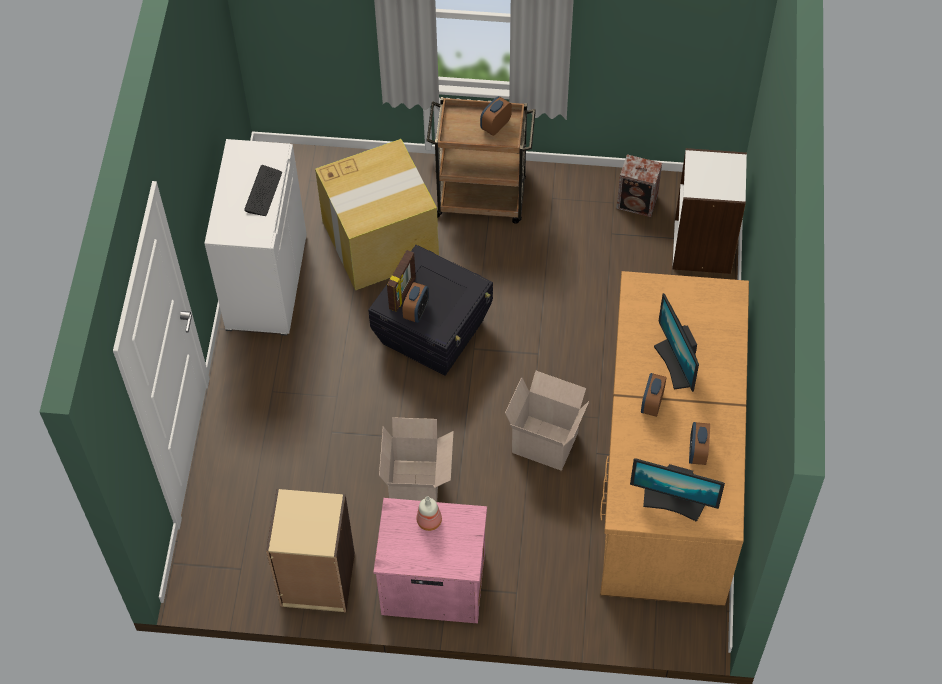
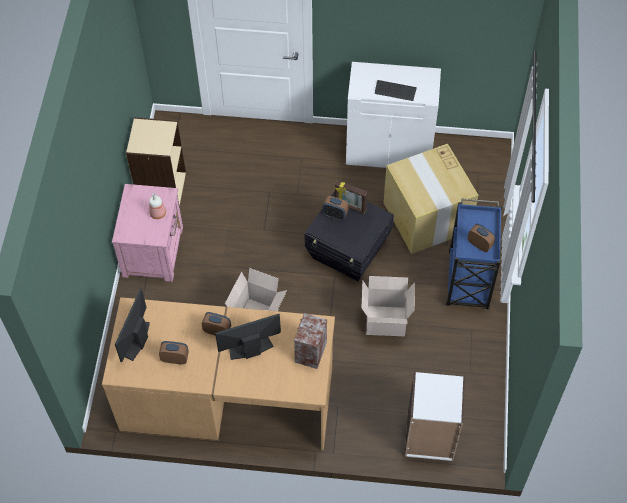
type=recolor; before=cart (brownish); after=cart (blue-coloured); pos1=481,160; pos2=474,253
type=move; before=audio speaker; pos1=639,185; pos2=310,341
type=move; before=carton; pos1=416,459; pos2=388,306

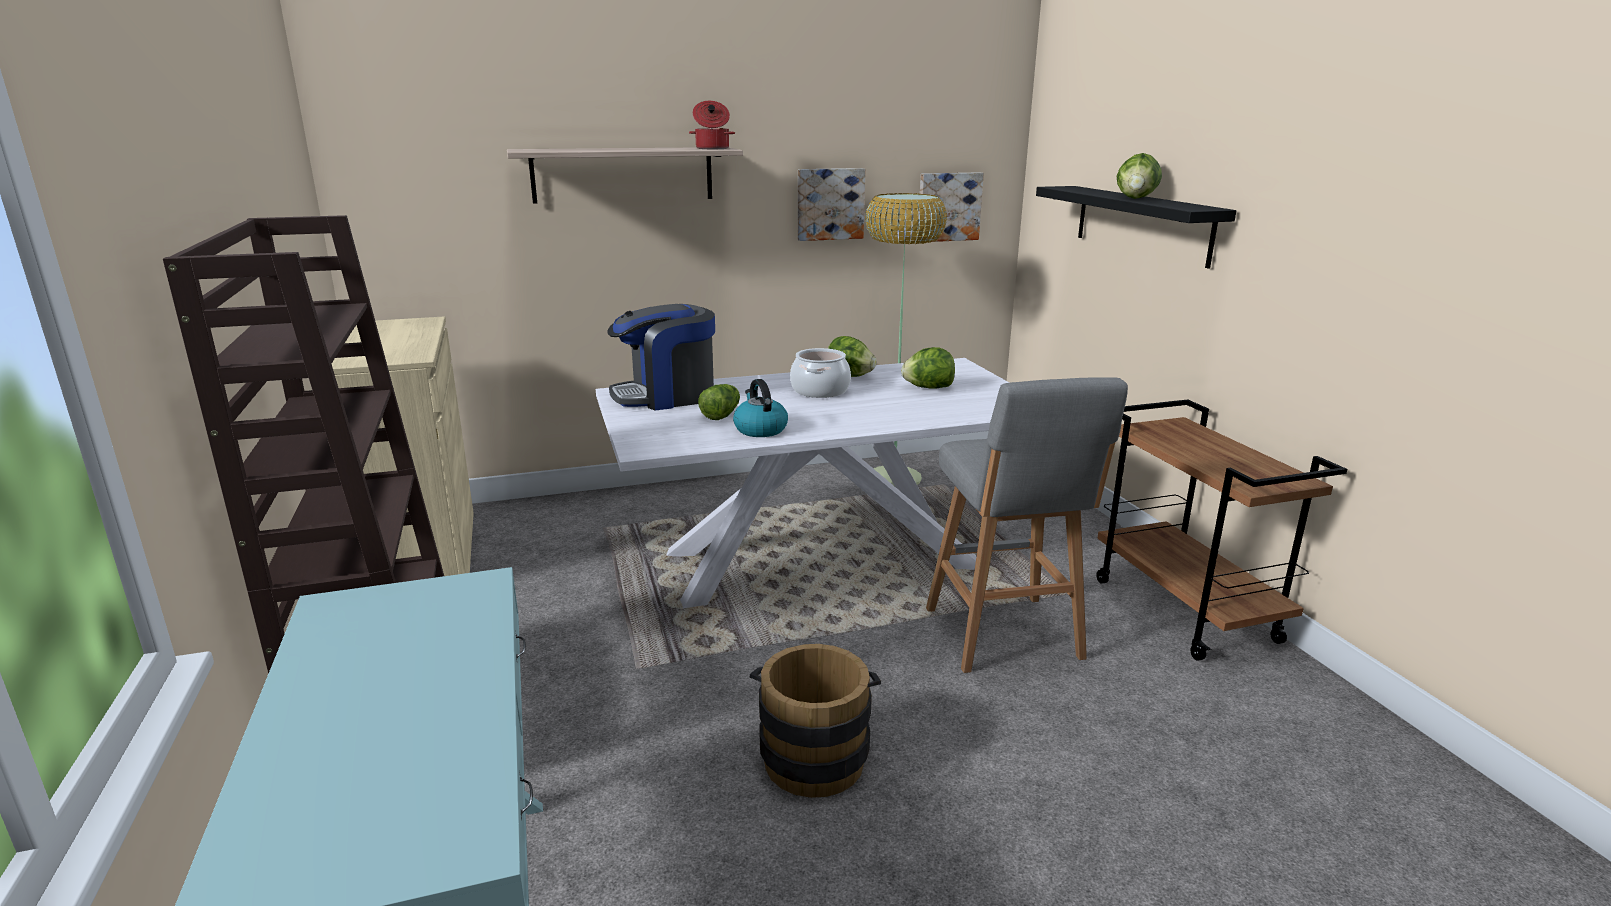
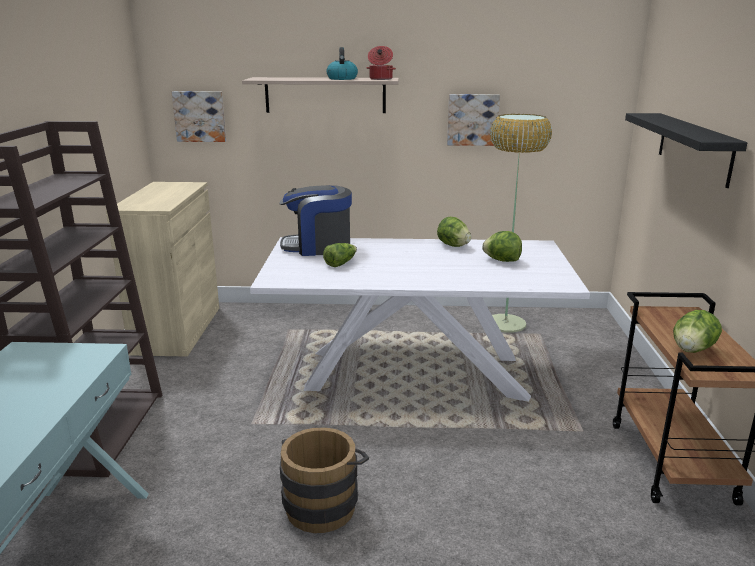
type=move; before=head of lettuce; pos1=1139,176; pos2=697,331
type=move; before=picture; pos1=951,207; pos2=199,116
type=delete; before=saucepot; pos1=820,373
type=delete; before=stool seat (grey); pos1=1027,525
type=move; before=water kettle; pos1=760,408; pos2=342,63

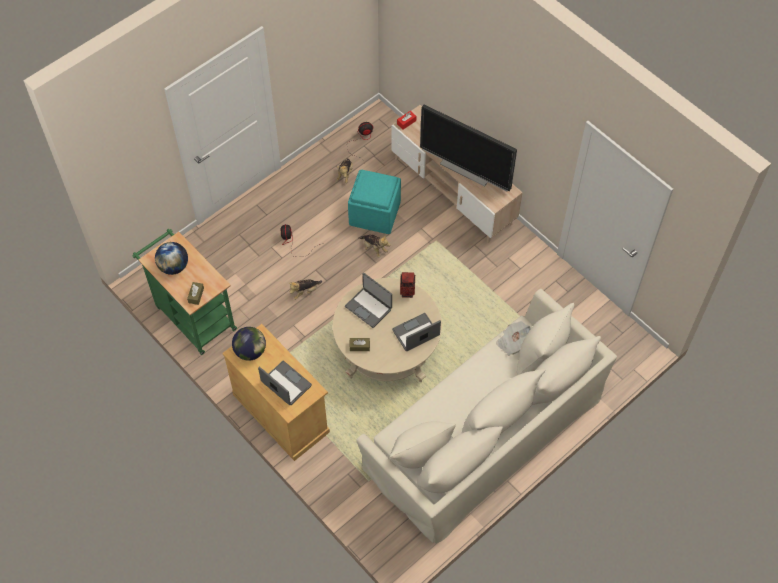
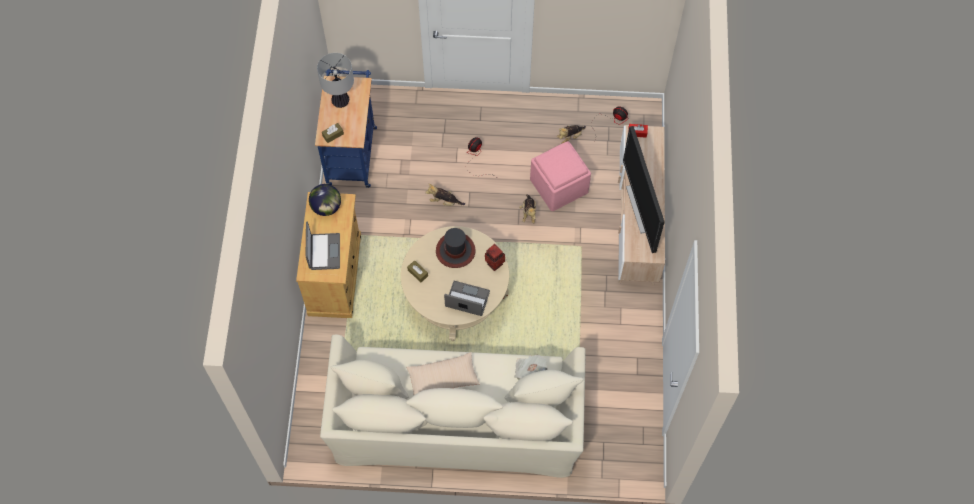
type=recolor; before=footrest (turquoise-coloured); after=footrest (pink); pos1=374,202; pos2=560,176
type=recolor; before=cart (green); after=cart (blue-coloured); pos1=185,292; pos2=346,128
type=replace; before=world globe; after=lamp for a table; pos1=171,258; pos2=335,80
type=replace; before=laptop; after=clothing hat; pos1=368,300; pos2=456,248
type=insert; after=throw pillow (beige-coloured); pos2=443,373

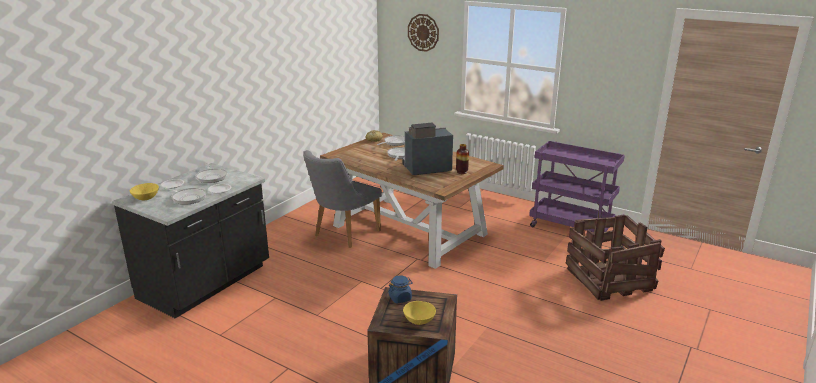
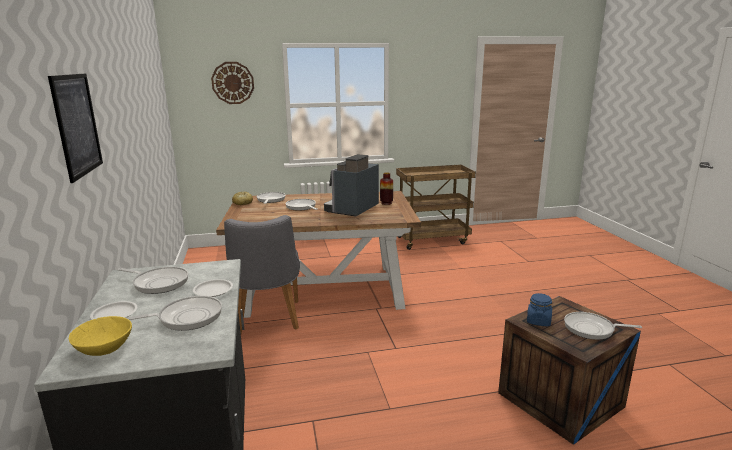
type=recolor; before=cart (purple-coloured); after=cart (brownish); pos1=577,186; pos2=436,207
type=delete; before=shipping crate; pos1=615,258
type=replace; before=bowl (yellowish); after=pan; pos1=419,313; pos2=603,326
type=insert; after=picture; pos2=75,128

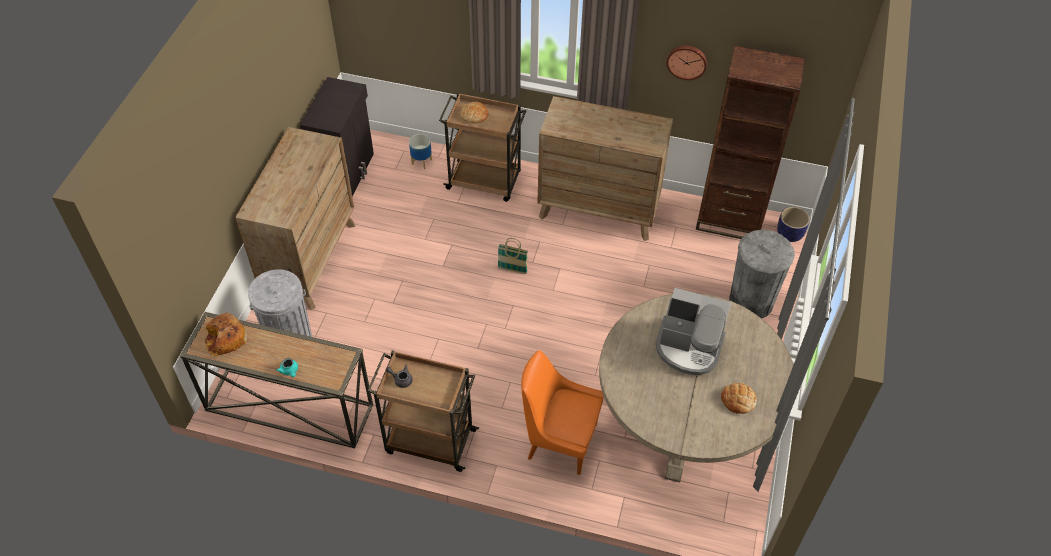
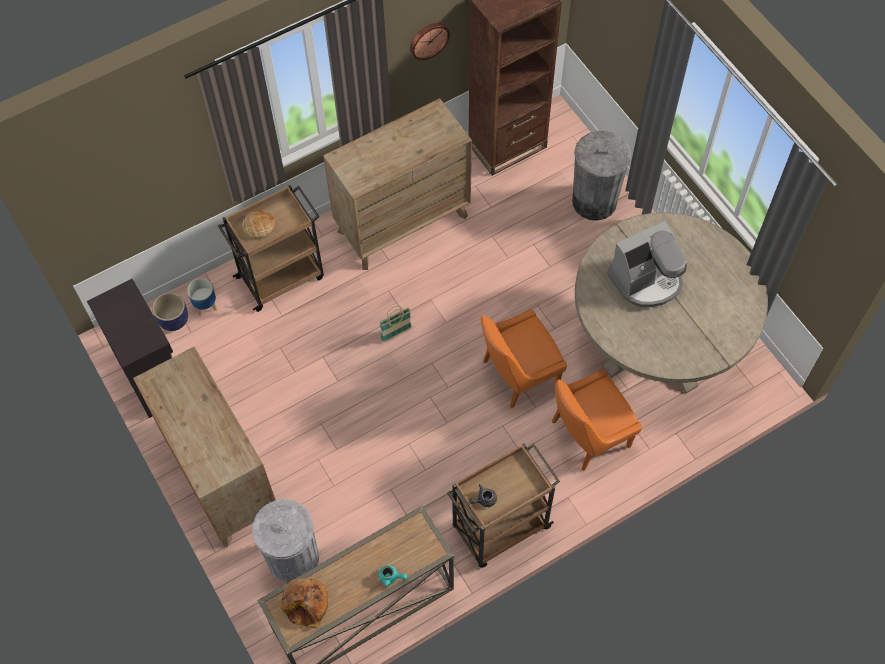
type=move; before=plant pot; pos1=793,224; pos2=170,311
type=delete; before=bread; pos1=739,398
type=insert; after=chair (orangey); pos2=524,359

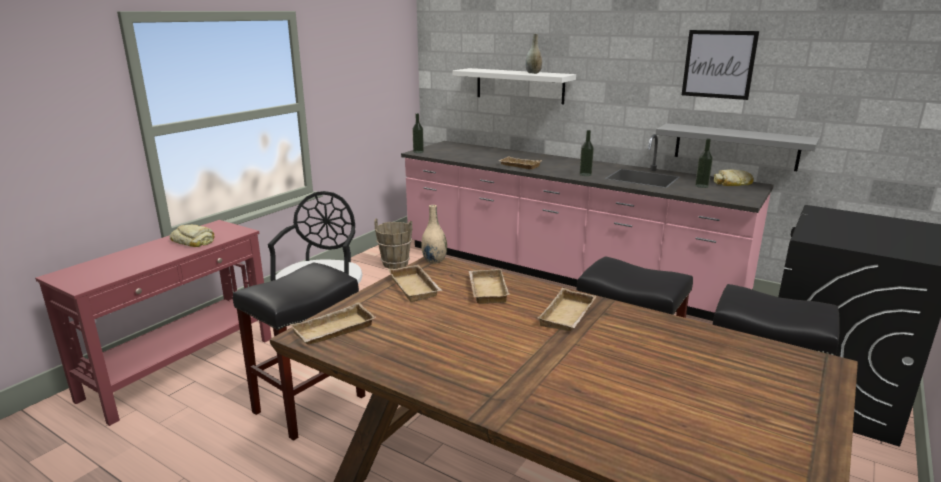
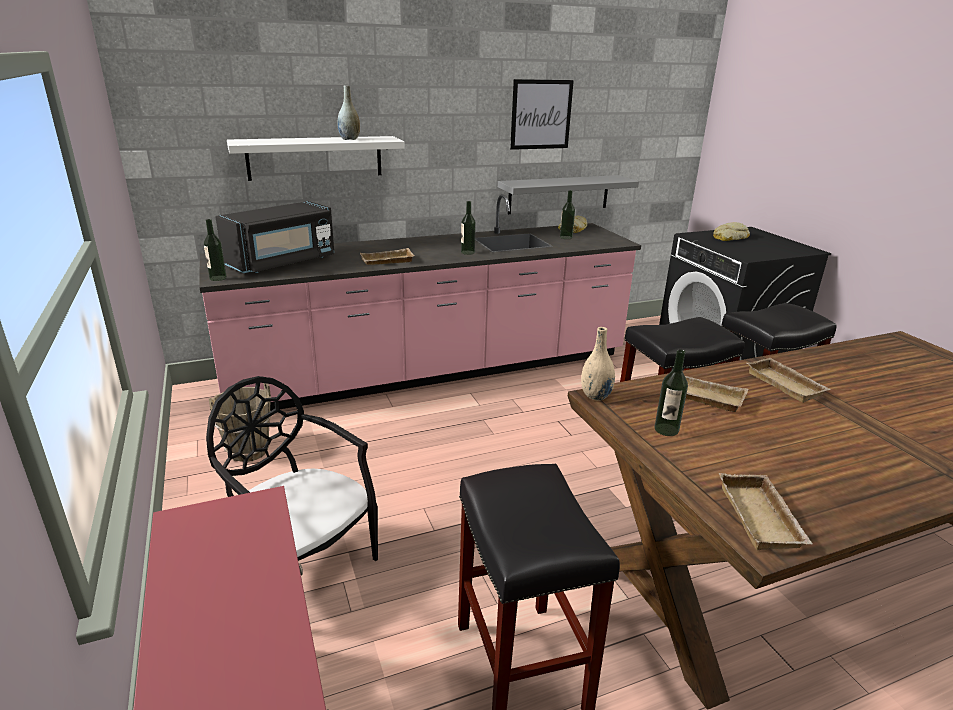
type=move; before=bread; pos1=192,236; pos2=731,231
type=replace; before=carrying tray (beige-coloured); after=drink bottle; pos1=415,283; pos2=671,392
type=insert; after=kitchen microwave (black-coloured); pos2=274,237

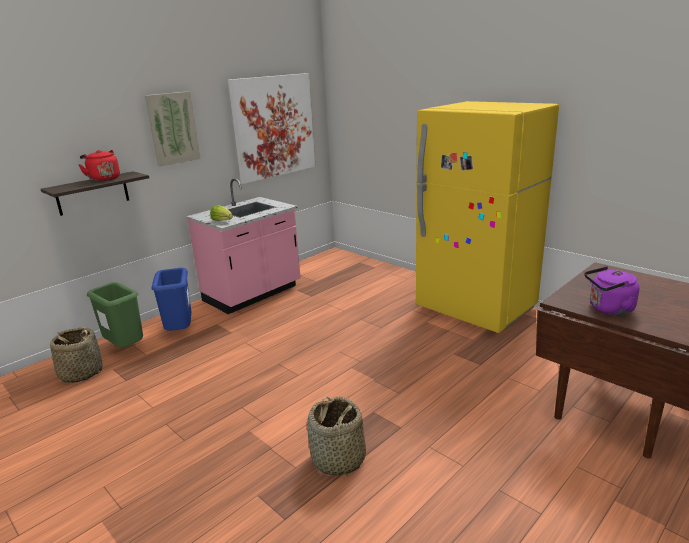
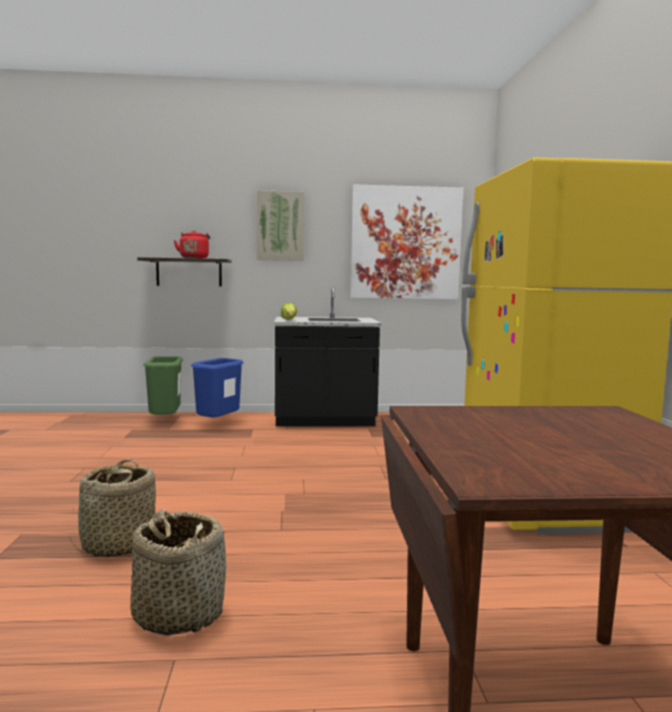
type=recolor; before=kitchen counter (pink); after=kitchen counter (black-coloured); pos1=243,246; pos2=328,356
type=delete; before=water kettle (purple-coloured); pos1=612,290
type=move; before=basket; pos1=76,355; pos2=178,573

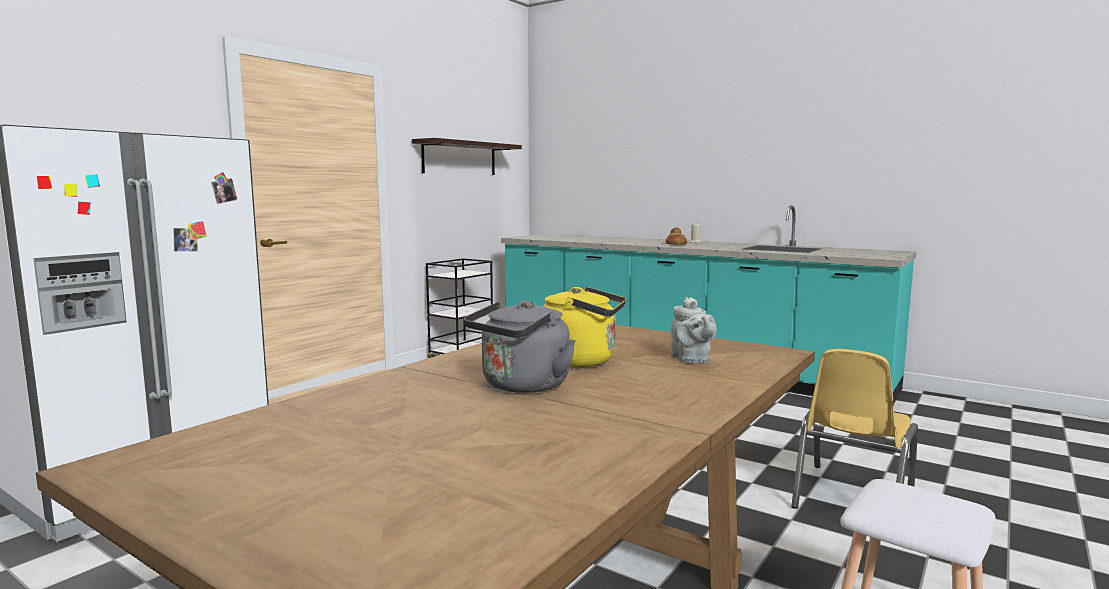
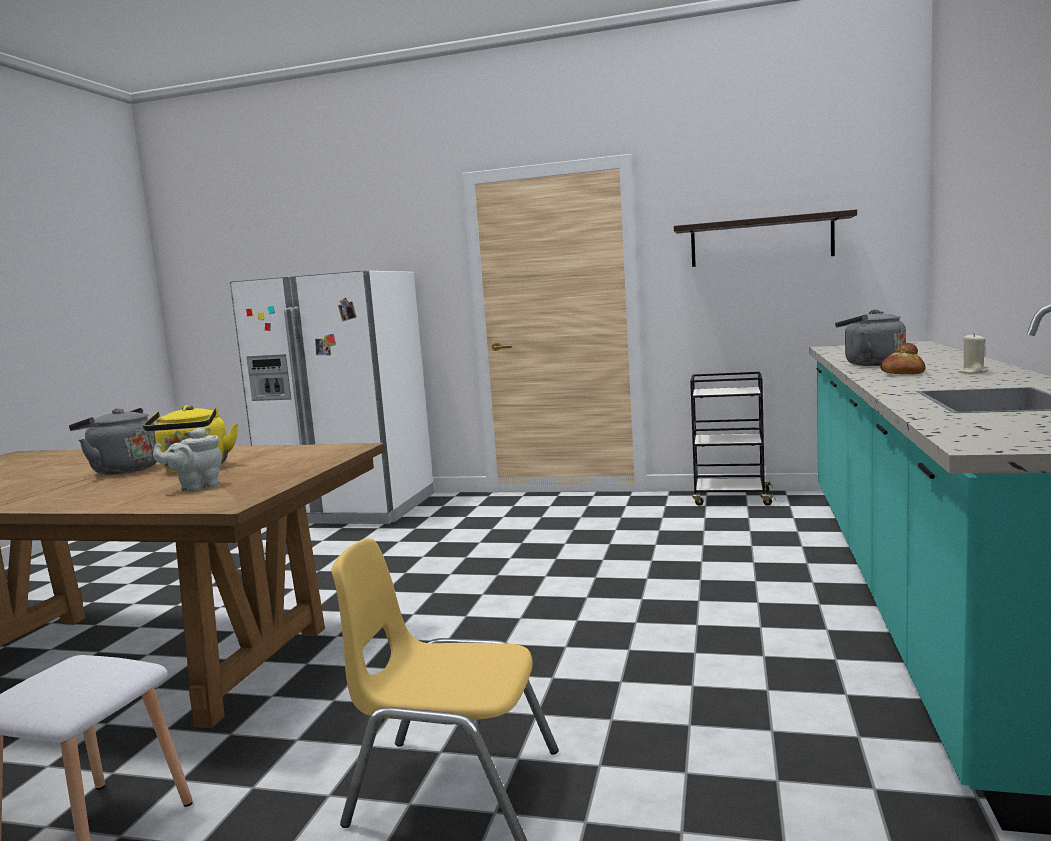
type=insert; after=water kettle (grey); pos2=870,337

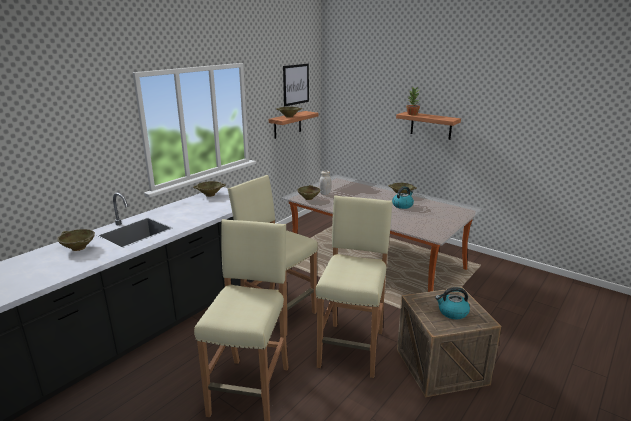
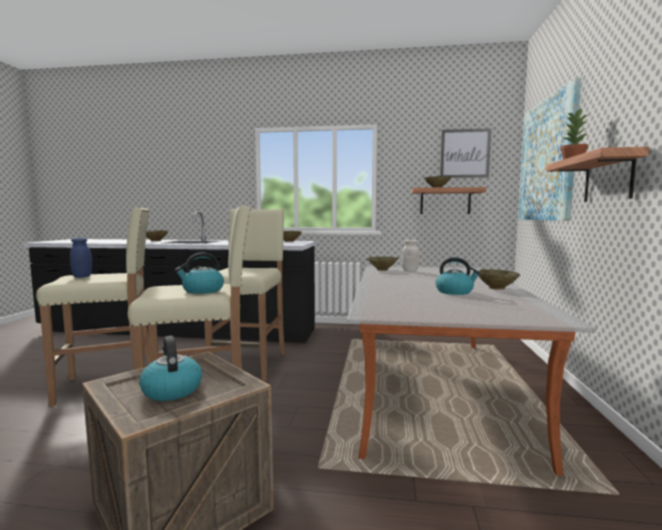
type=insert; after=picture; pos2=549,149
type=insert; after=storage jar (blue-coloured); pos2=81,258
type=insert; after=water kettle; pos2=199,273

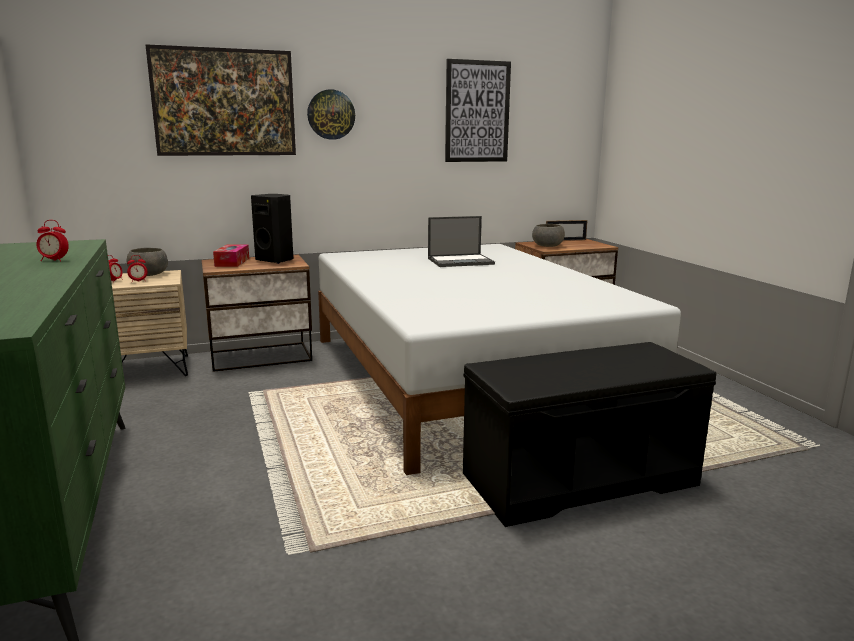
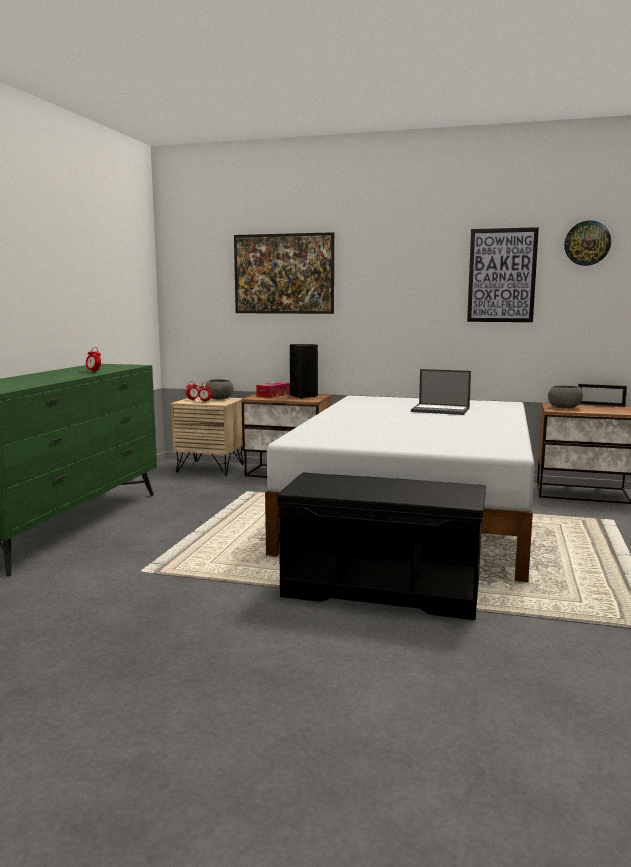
type=move; before=clock on the wall; pos1=331,114; pos2=587,243

